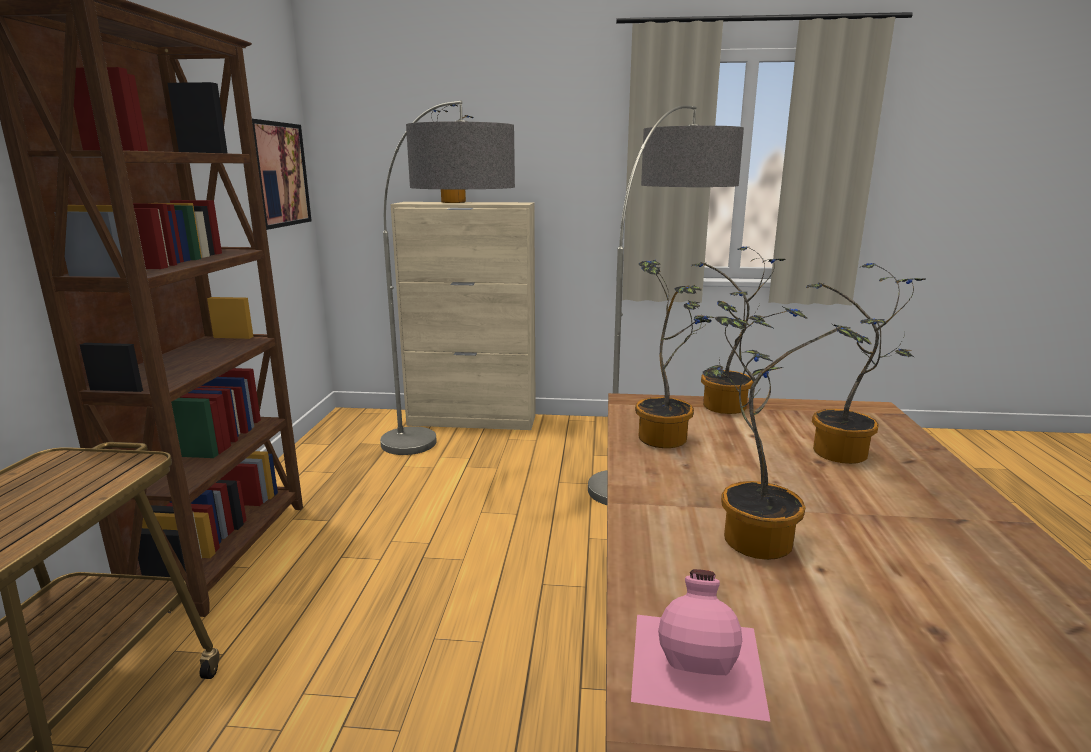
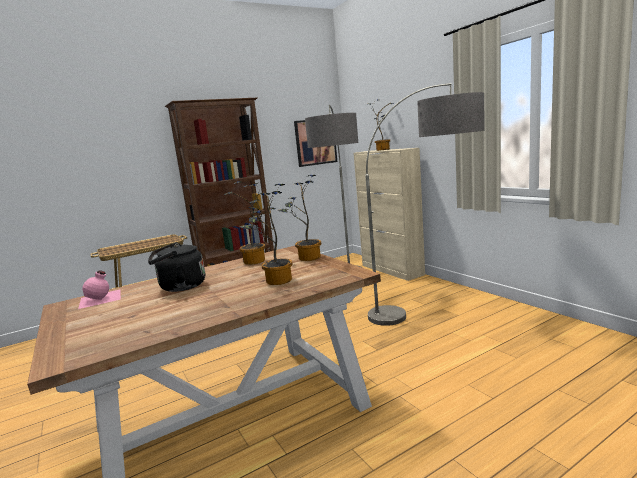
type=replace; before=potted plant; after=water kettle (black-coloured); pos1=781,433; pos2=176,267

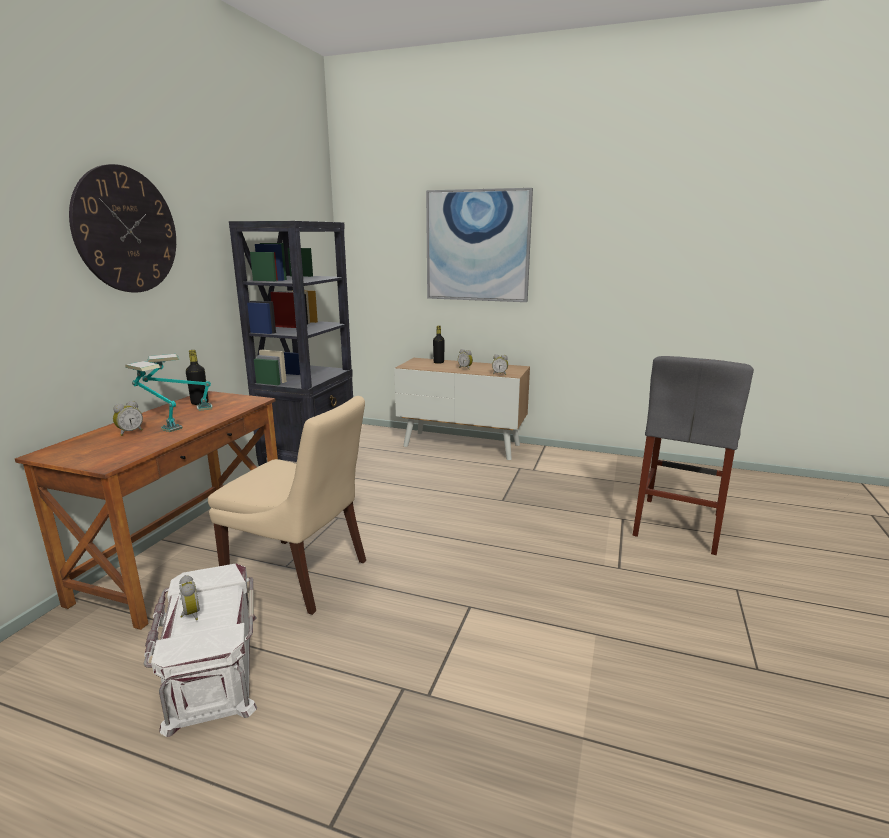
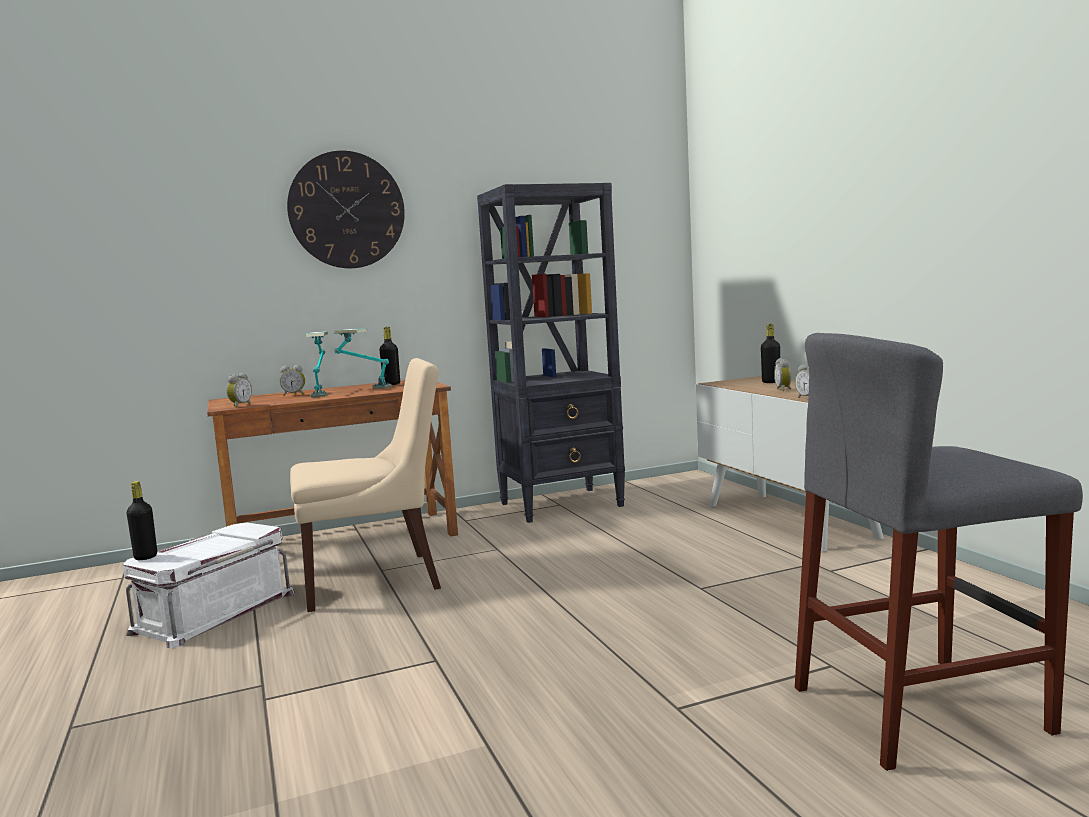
type=delete; before=picture; pos1=479,245
type=rotate; before=chair (beige-coloured); pos1=287,505; pos2=365,485; turn=-90
type=move; before=bedside clock; pos1=189,597; pos2=239,390
type=insert; after=drink bottle (black-coloured); pos2=142,520

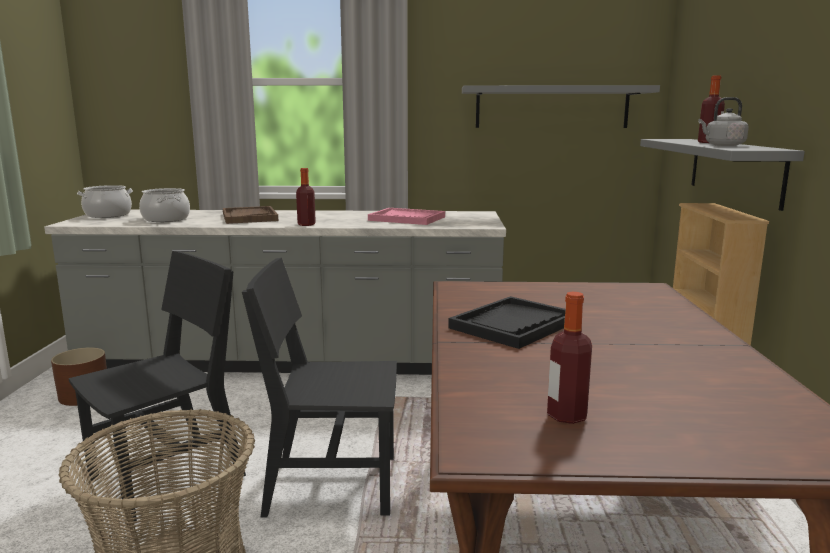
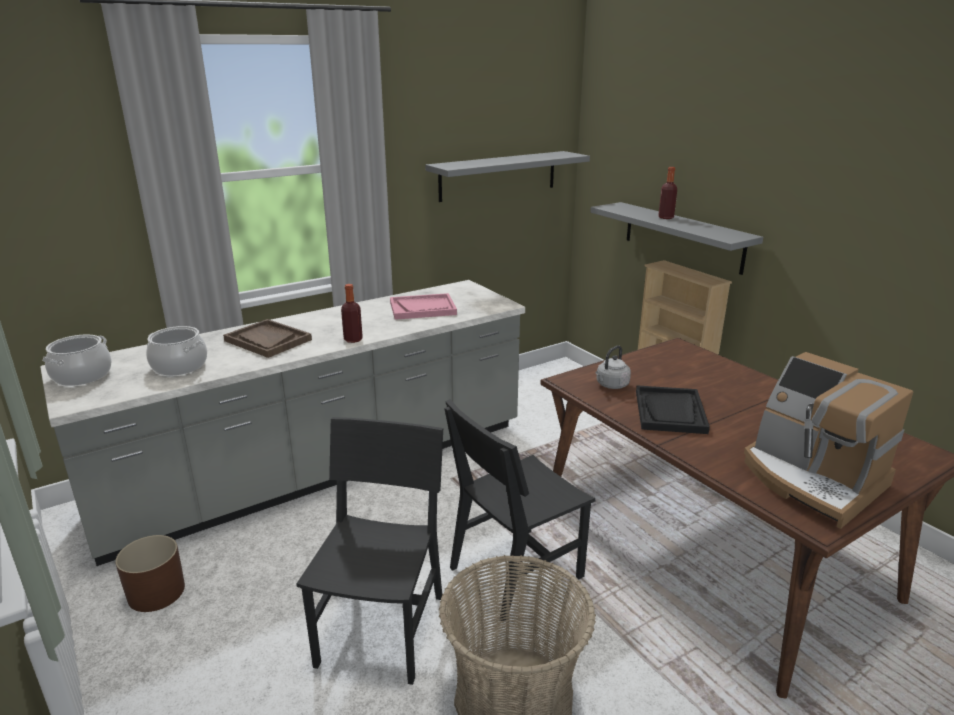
type=move; before=water kettle (grey); pos1=723,121; pos2=613,367
type=replace; before=drink bottle; after=coffee machine; pos1=569,358; pos2=828,440

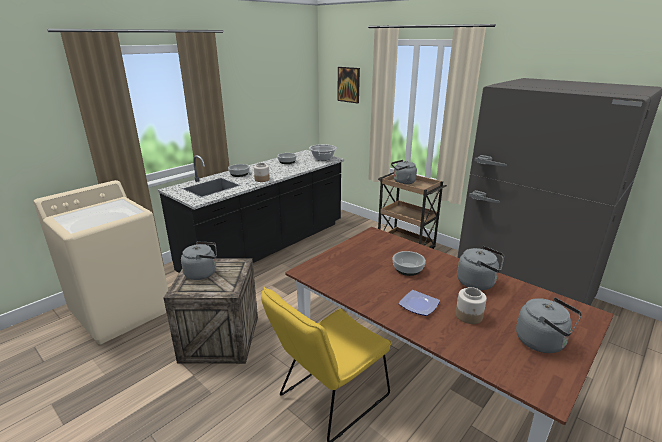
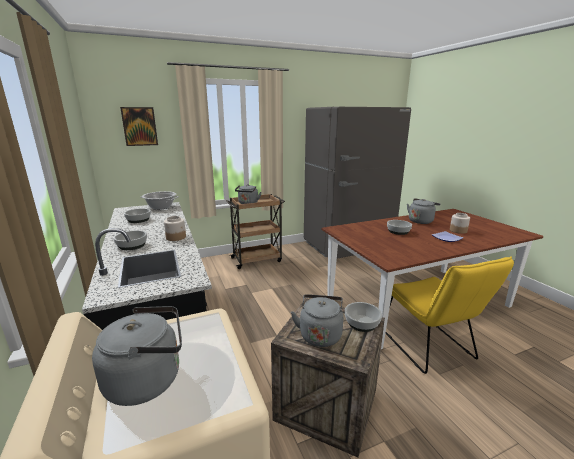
type=move; before=water kettle (grey); pos1=549,325; pos2=137,356
type=insert; after=bowl; pos2=363,317

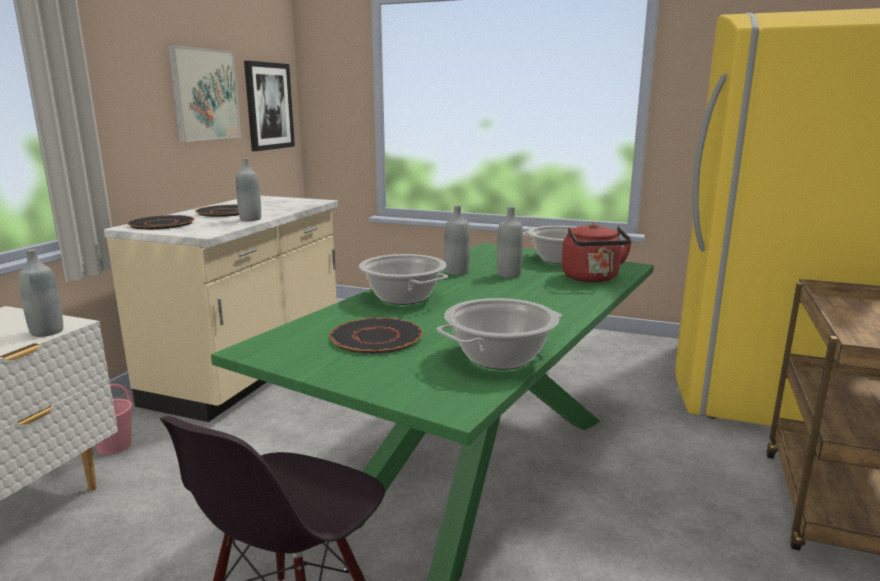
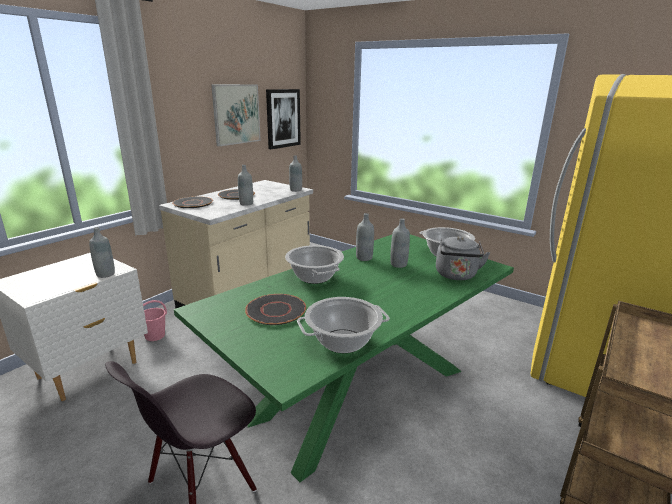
type=recolor; before=water kettle (red); after=water kettle (grey); pos1=597,252; pos2=463,258
type=insert; after=drink bottle (grey); pos2=295,173

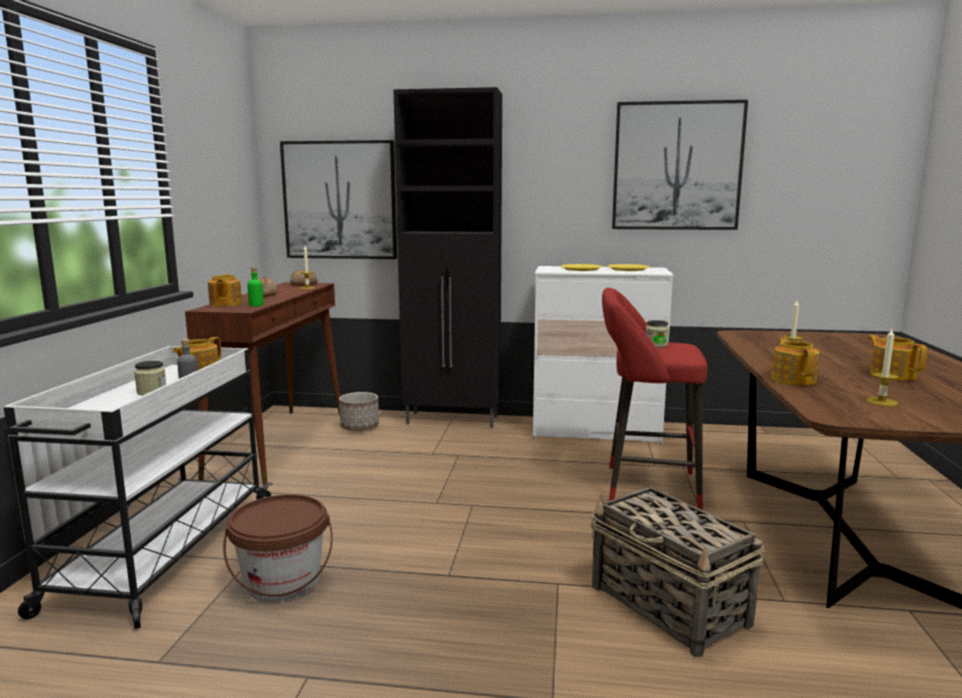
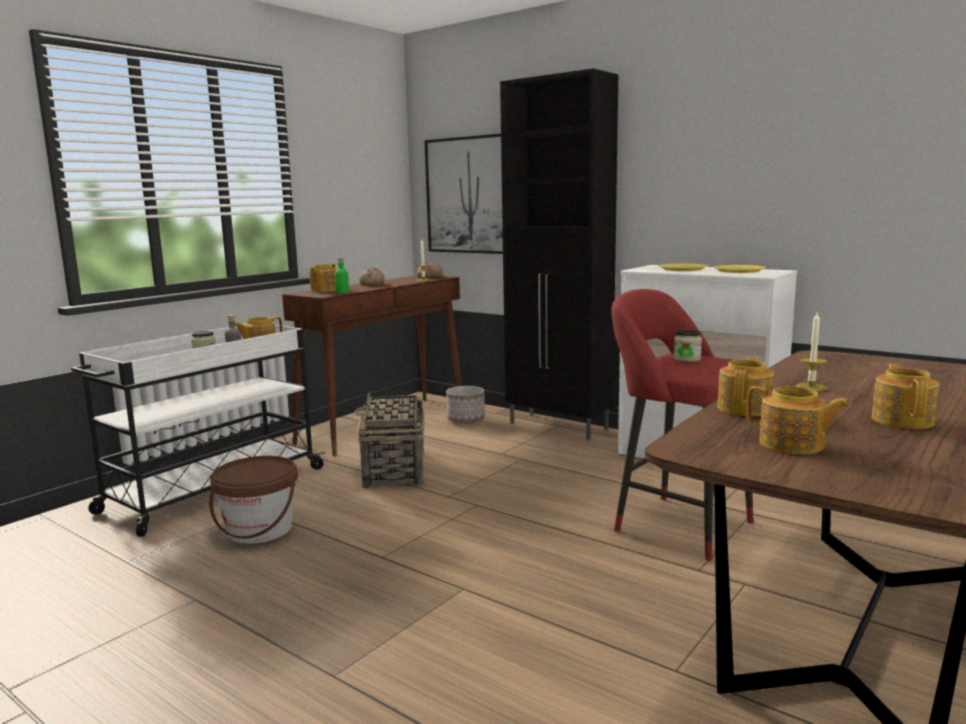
type=delete; before=picture; pos1=680,165
type=replace; before=wax light; after=teapot; pos1=882,367; pos2=798,419
type=move; before=basket; pos1=677,572; pos2=389,439

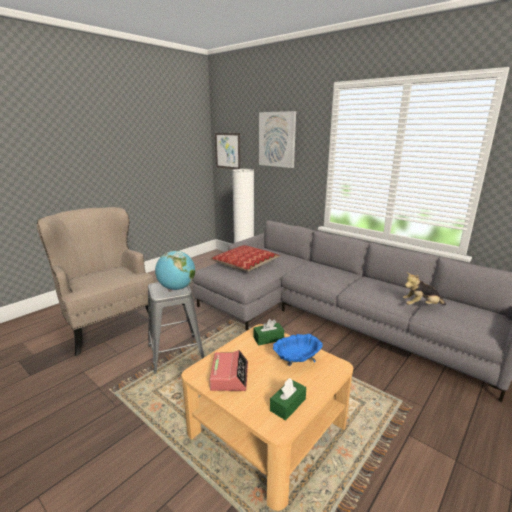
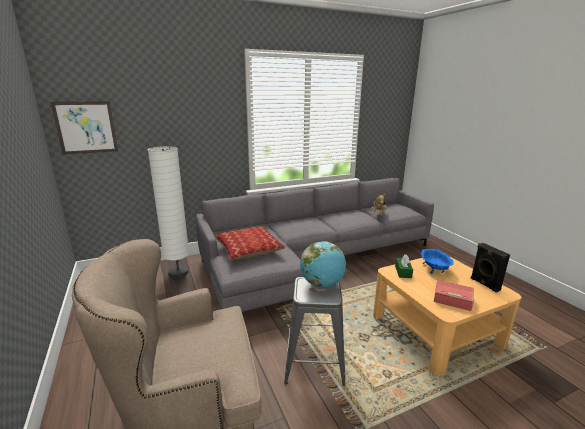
type=delete; before=picture; pos1=277,139
type=replace; before=box of tissues (green); after=audio speaker (black-coloured); pos1=288,399; pos2=490,268

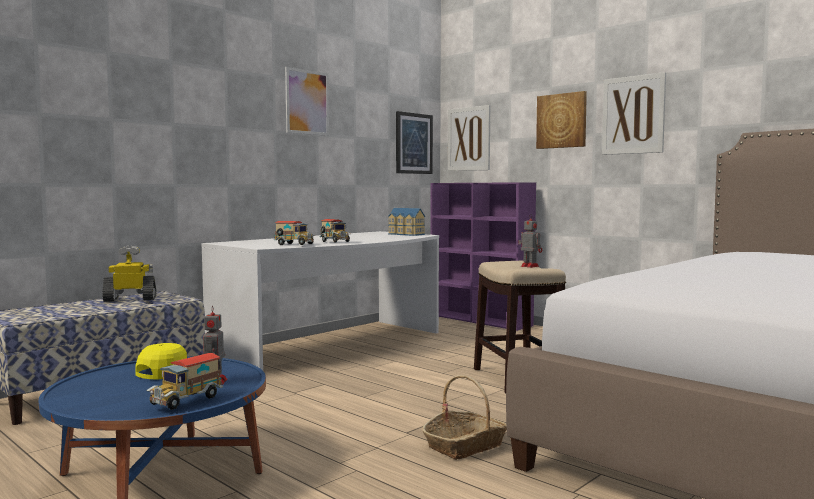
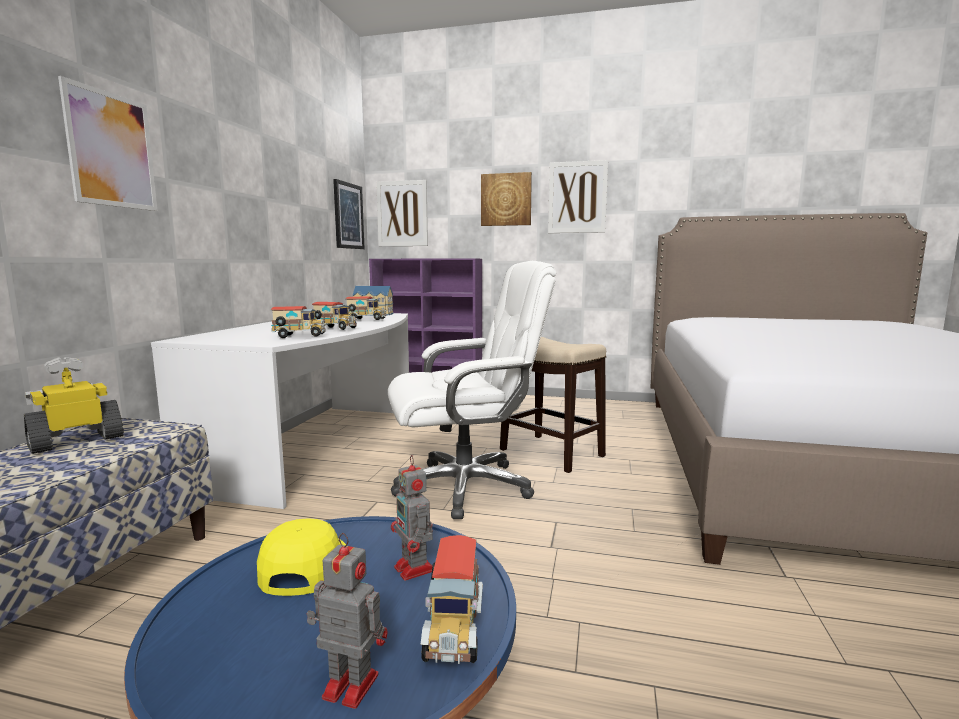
type=move; before=picture; pos1=307,101; pos2=107,143
type=move; before=robot figure; pos1=530,241; pos2=347,621
type=delete; before=basket; pos1=464,417
type=insert; after=office chair (whitish); pos2=472,390
type=insert; after=model truck; pos2=366,308

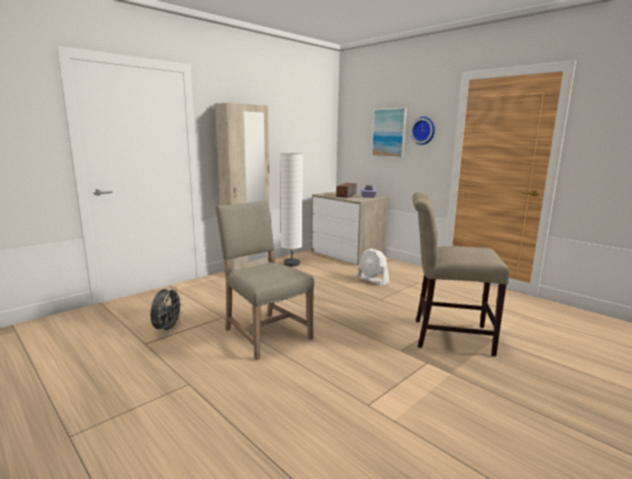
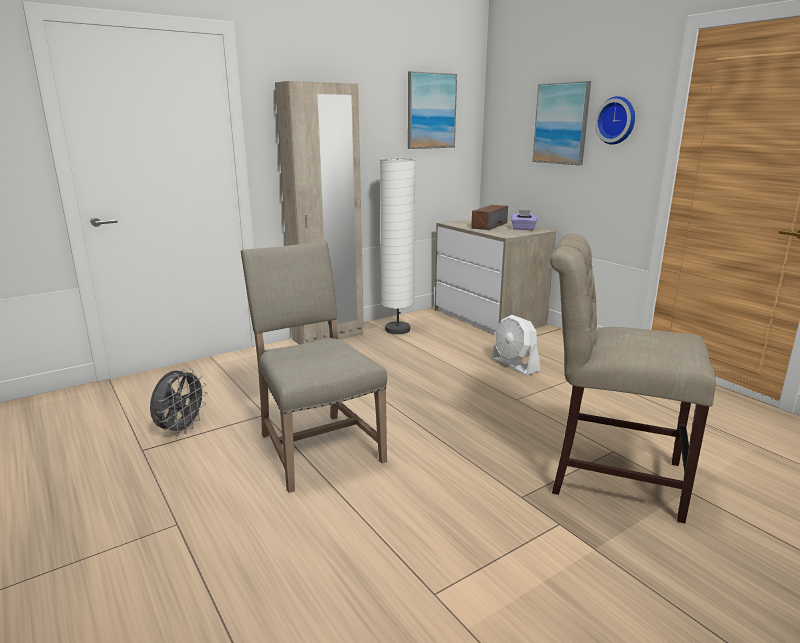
type=insert; after=picture; pos2=432,110

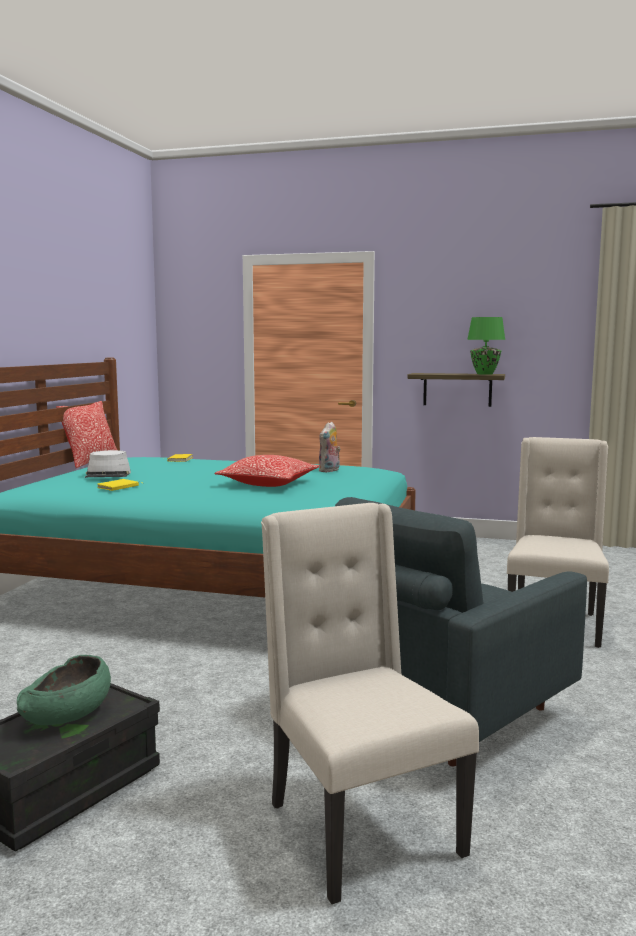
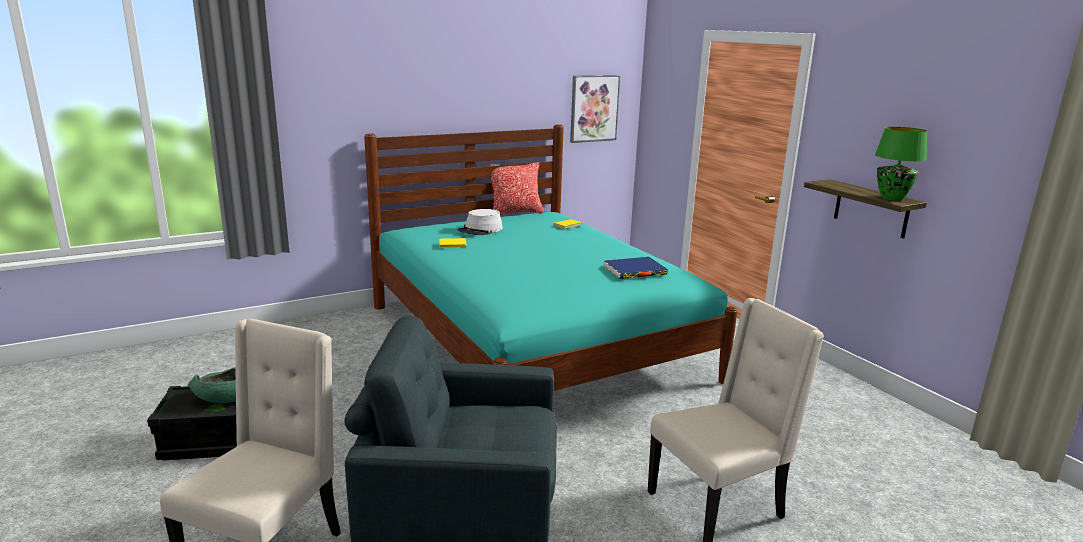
type=replace; before=cuddly toy; after=book (blue-coloured); pos1=329,446; pos2=636,268
type=delete; before=throw pillow; pos1=267,471
type=insert; after=picture; pos2=595,109

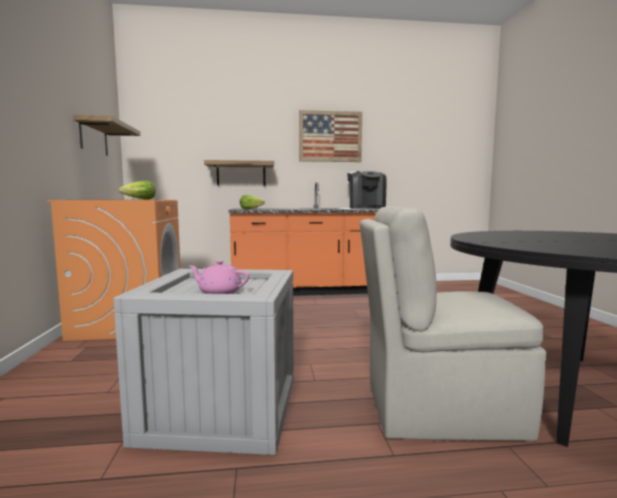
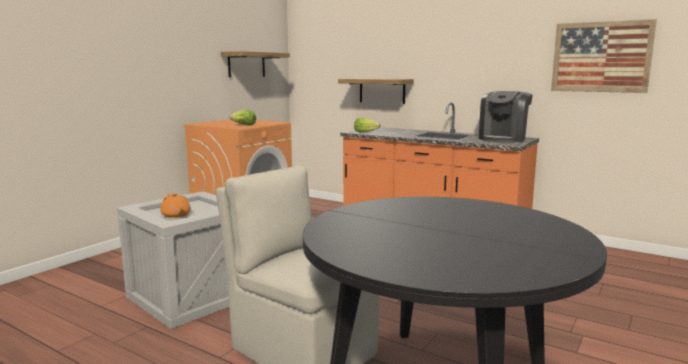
type=move; before=picture; pos1=330,136; pos2=604,56
type=recolor; before=teapot (pink); after=teapot (orangey); pos1=219,277; pos2=175,205

